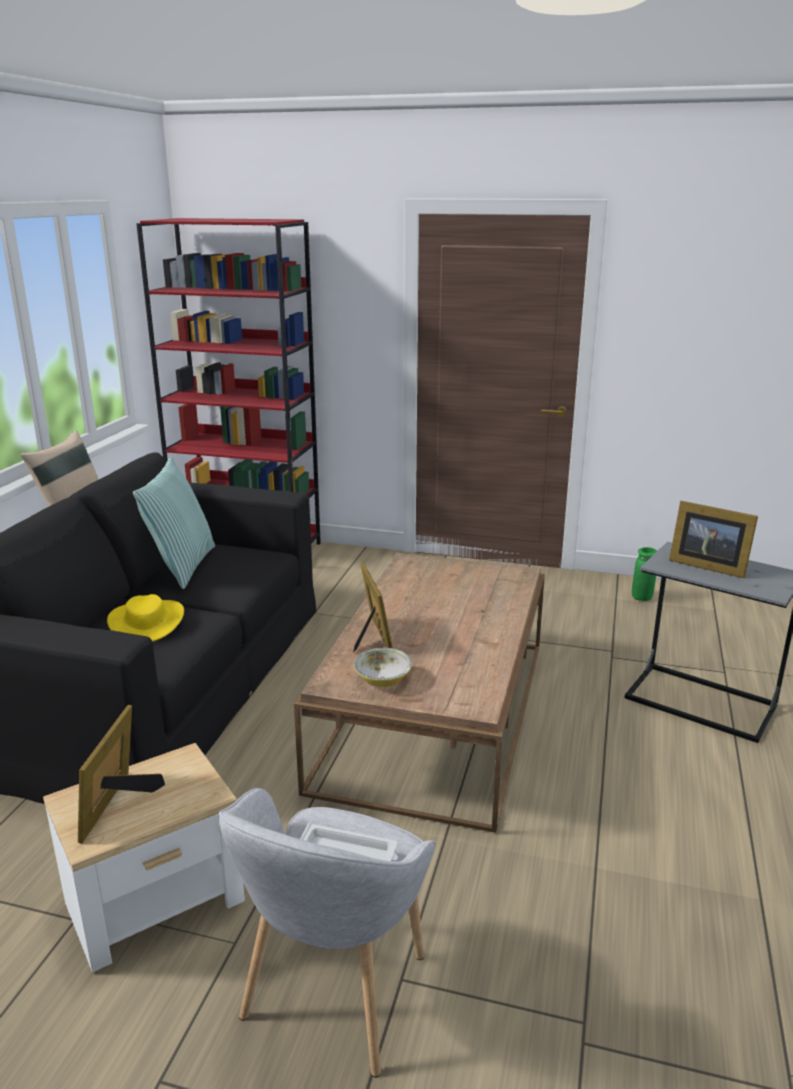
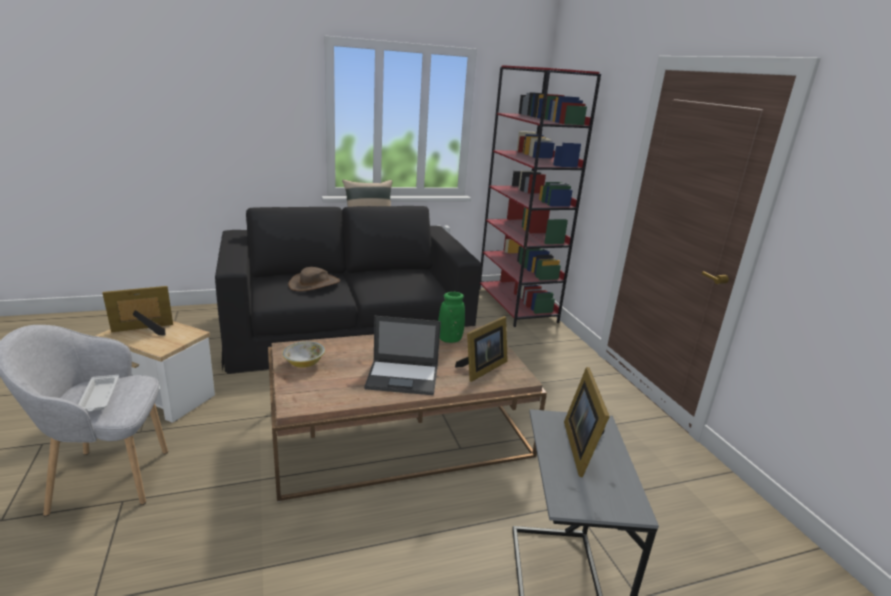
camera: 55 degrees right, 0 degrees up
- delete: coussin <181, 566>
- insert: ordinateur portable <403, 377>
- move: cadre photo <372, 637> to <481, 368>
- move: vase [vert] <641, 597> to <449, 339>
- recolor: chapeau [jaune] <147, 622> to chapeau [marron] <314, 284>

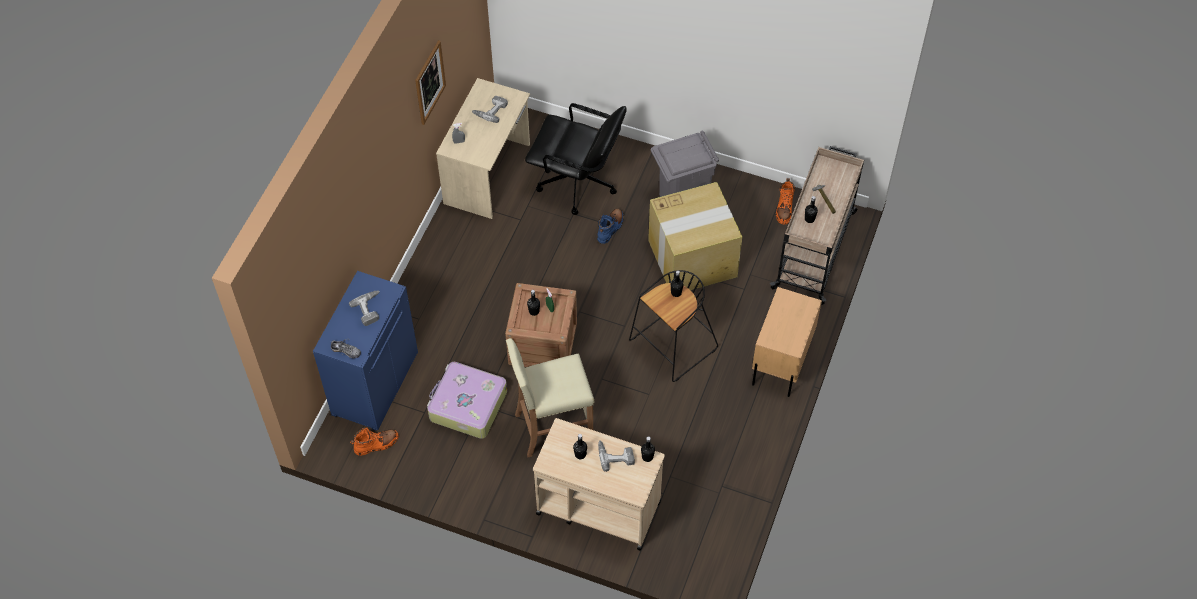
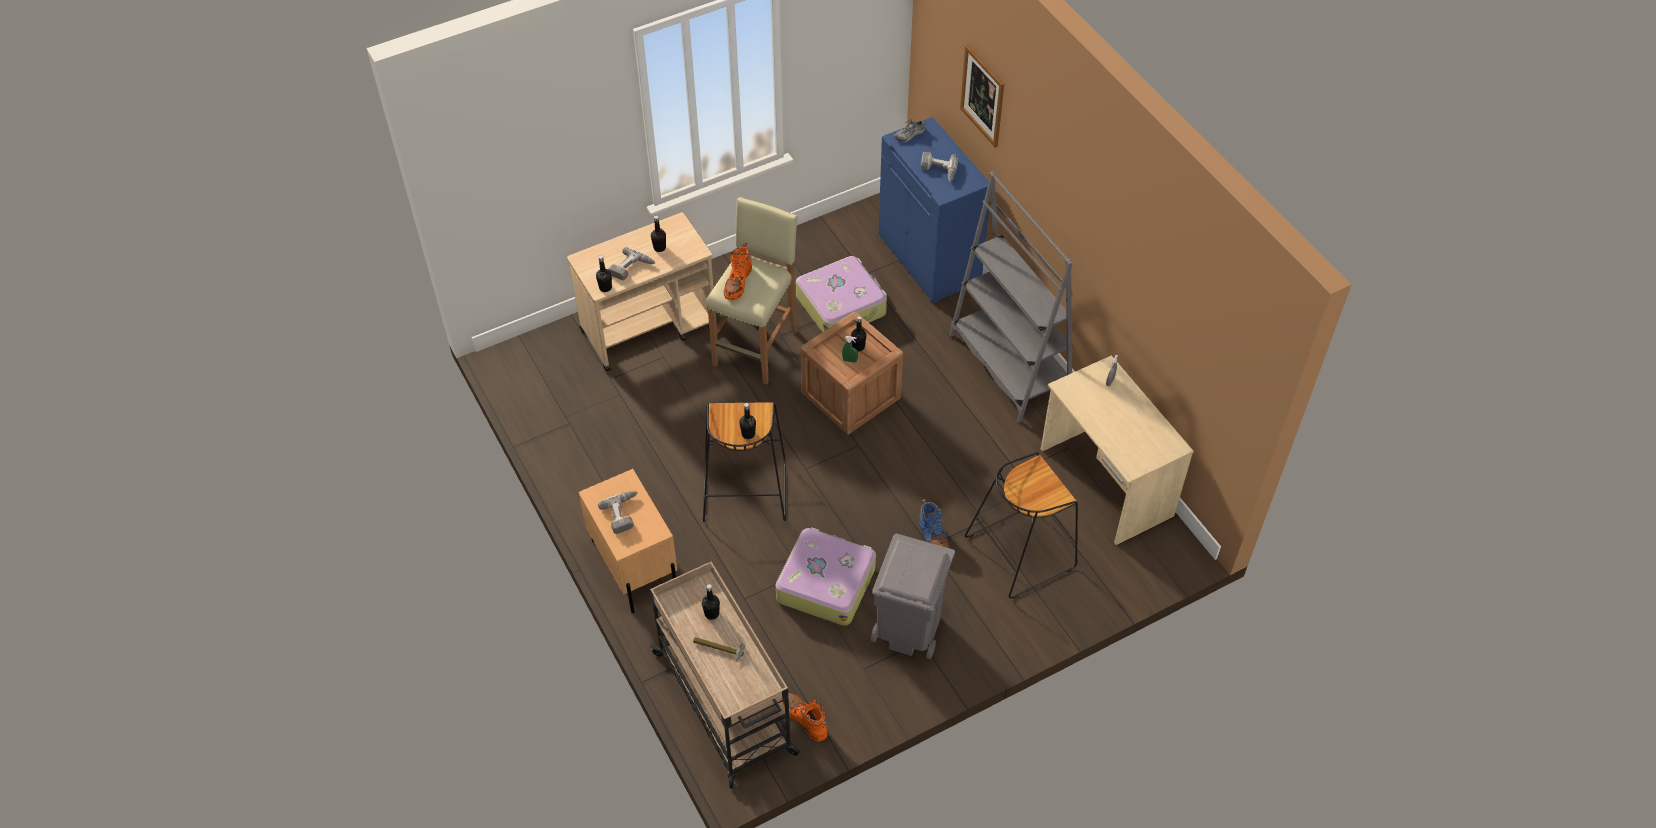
camera: 130 degrees right, 5 degrees down
- insert: bibliothèque [gris] <1009, 365>
- move: botte [orange] <376, 444> to <738, 283>
- move: tableau <429, 82> to <982, 96>
- move: perceuse <490, 110> to <624, 513>
- replace: chaise de bureau [noir] <577, 183> to tabouret [noir] <1021, 551>
- replace: carton <693, 258> to valise <825, 583>

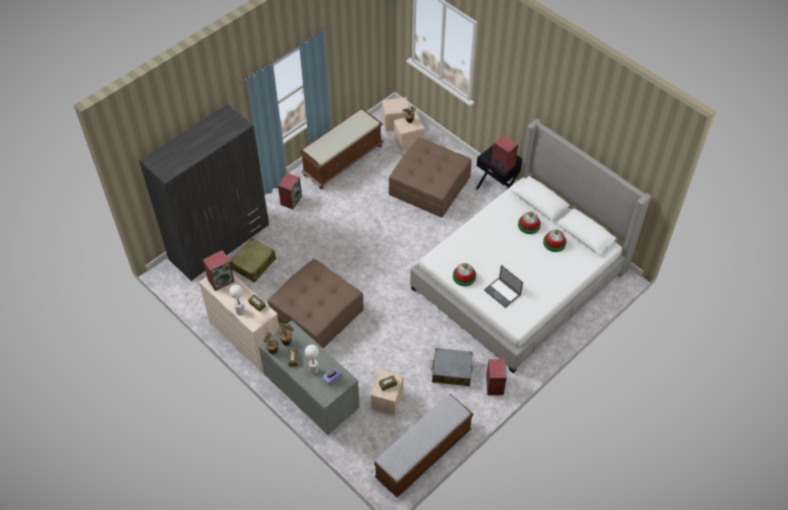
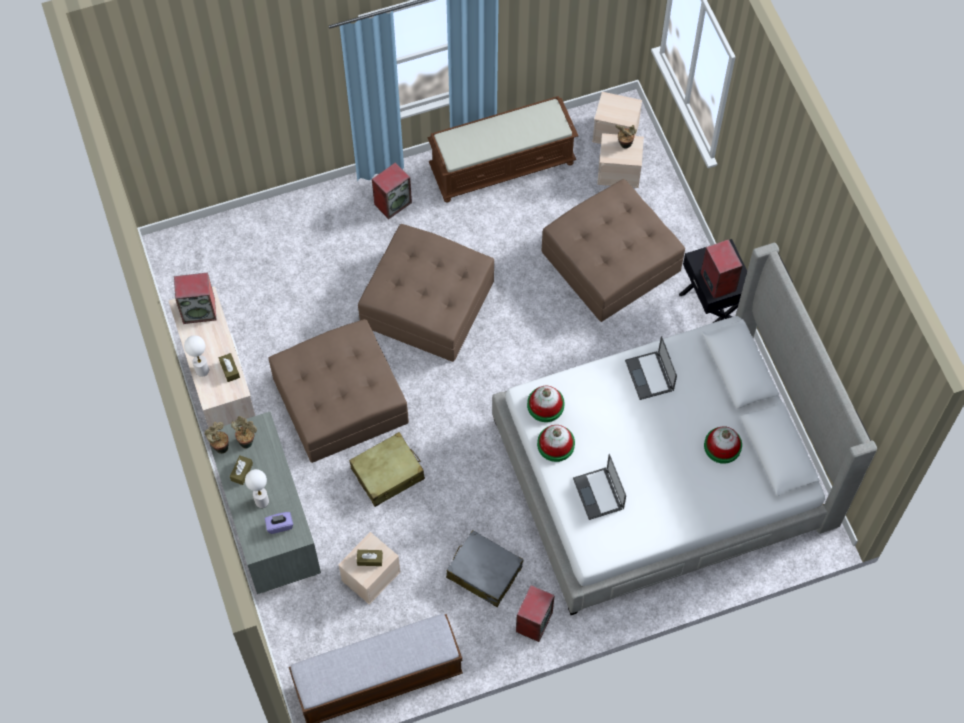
camera: 25 degrees right, 10 degrees up
- delete: armoire [gris] <220, 242>
- insert: pouf [marron] <427, 303>
- insert: ordinateur portable <650, 376>
- move: valise [beige] <254, 264> to <388, 474>
- move: chapeau <529, 225> to <545, 405>

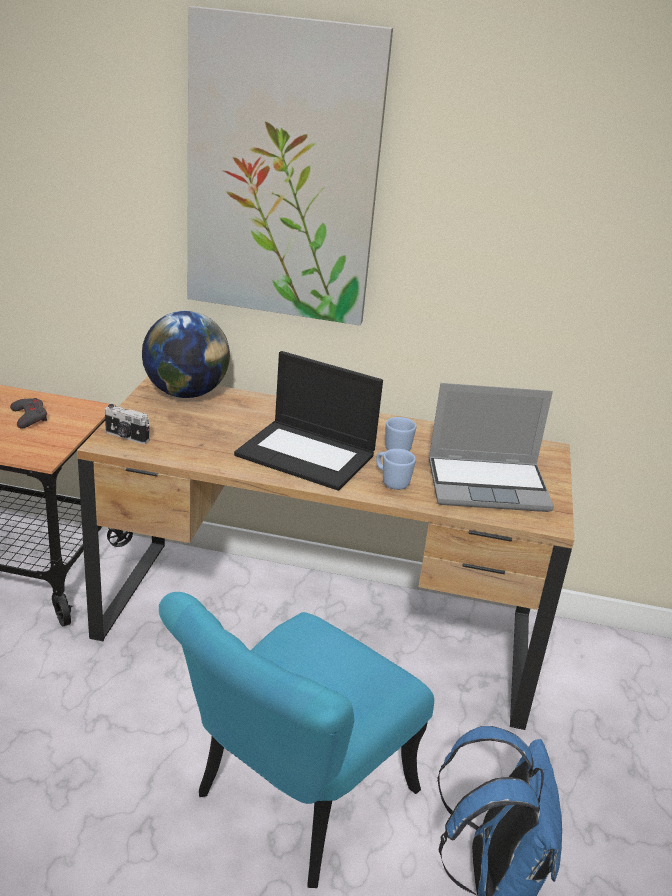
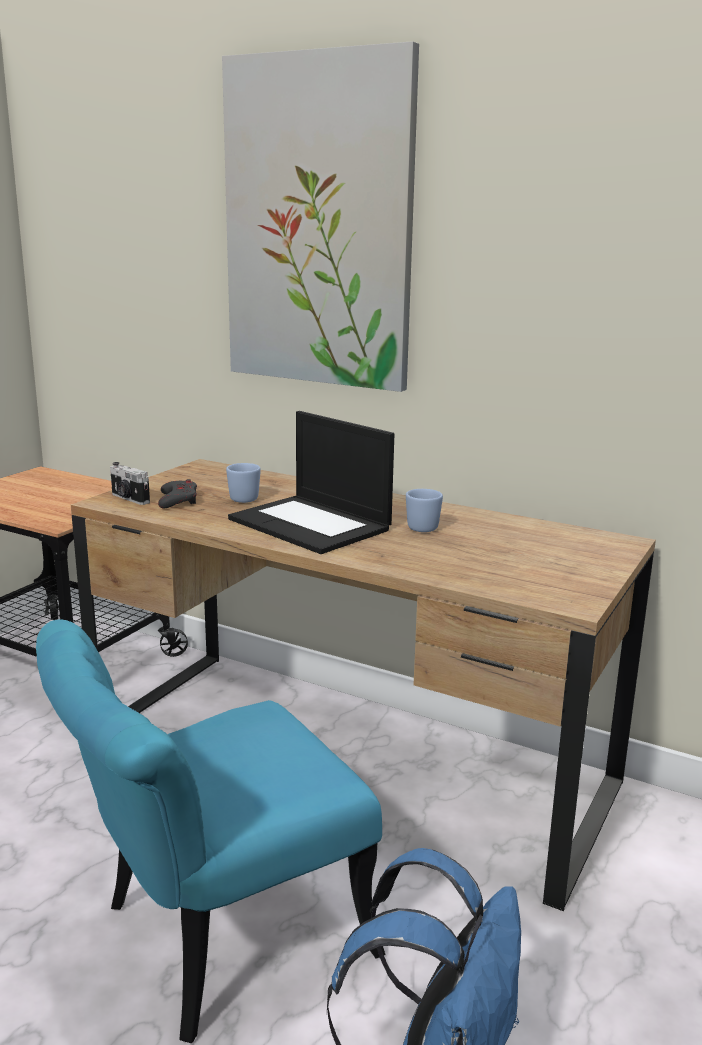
camera: 20 degrees right, 10 degrees down
- delete: globe <185, 393>
- delete: ordinateur portable <489, 485>
- move: manette [gris] <29, 417> to <178, 500>
- move: mug [bleu] <391, 482> to <242, 498>

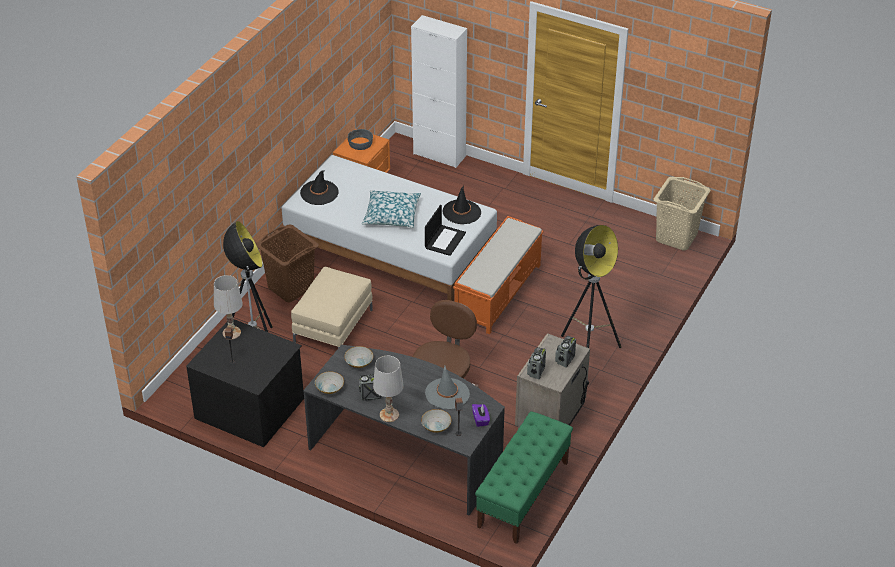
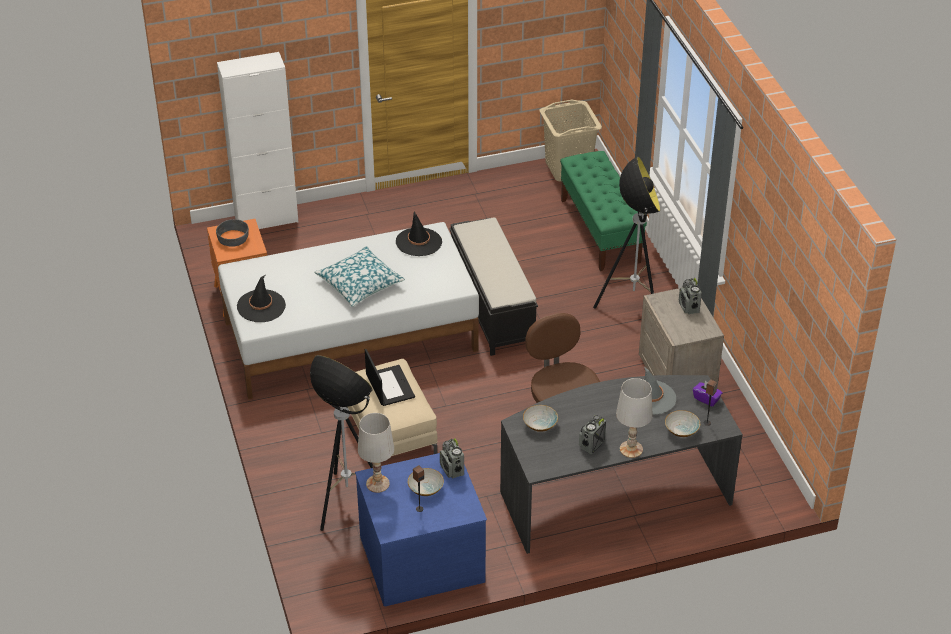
camera: 45 degrees left, 0 degrees up
- delete: panier à linge [marron] <291, 287>
- move: bol <329, 388> to <425, 489>
- move: ordinateur portable <445, 240> to <389, 385>
- move: banc [vert] <523, 494> to <600, 231>
- move: radio <535, 372> to <452, 470>
- recolor: commode [noir] <250, 407> to commode [bleu] <421, 557>
- recolor: banc [orange] <498, 292> to banc [noir] <491, 306>

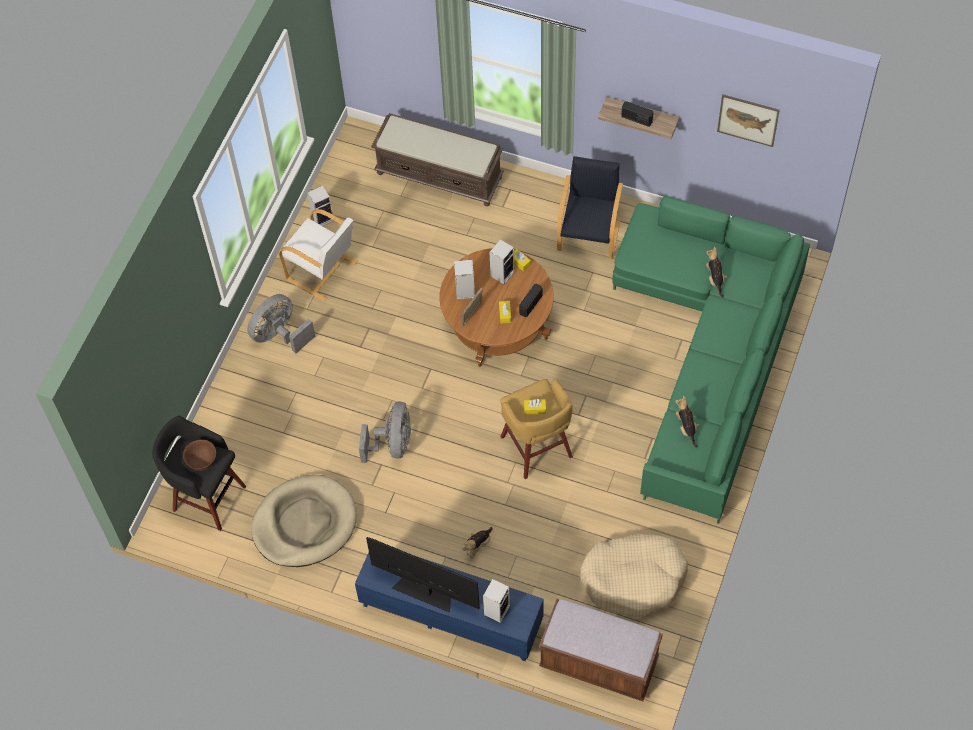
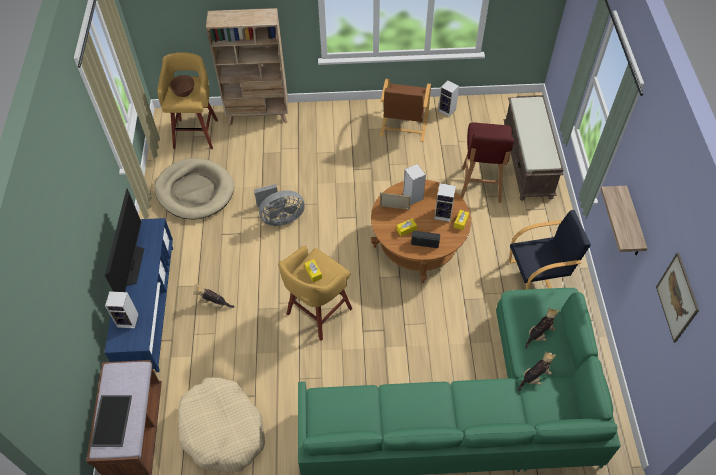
camera: 65 degrees right, 5 degrees down
- delete: ventilateur [gris] <280, 335>
- delete: radio <636, 119>
- insert: plateau <111, 420>
- insert: bibliothèque [beige] <258, 115>
- insert: tabouret [rouge] <480, 186>
- move: peluche <686, 427> to <539, 334>
- recolor: tabouret [noir] <207, 497> to tabouret [jaune] <196, 132>
- recolor: fauteuil [blanc] <322, 271> to fauteuil [marron] <403, 126>

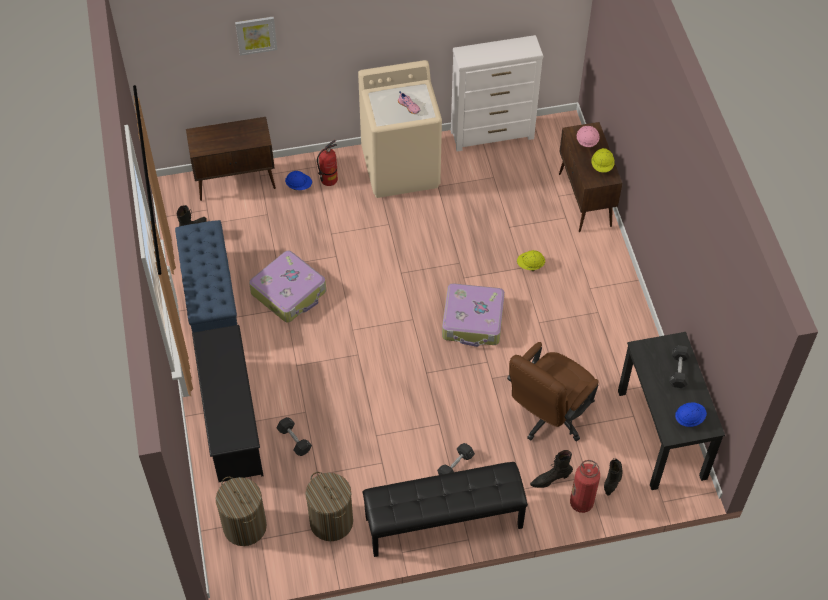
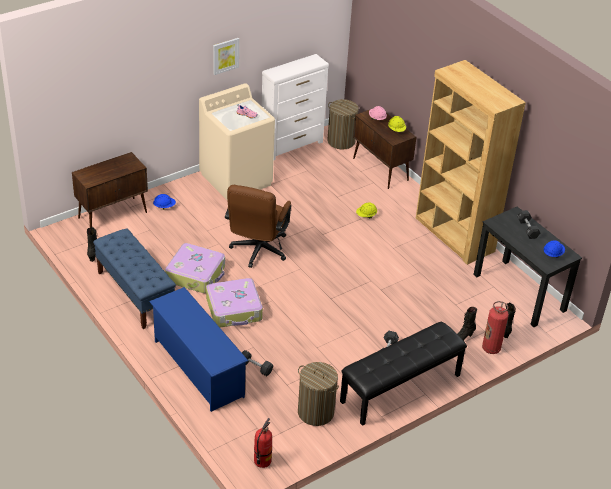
camera: 25 degrees left, 15 degrees down
- insert: bibliothèque [marron] <454, 235>
- move: panier à linge <244, 526> to <341, 141>
- move: tableau <256, 35> to <225, 55>
- move: extincteur <329, 179> to <262, 461>
- move: valise <473, 321> to <234, 309>
- move: chaise de bureau [marron] <548, 417> to <257, 252>
- recolor: étagère à chaussures [noir] <231, 421> to étagère à chaussures [bleu] <198, 368>

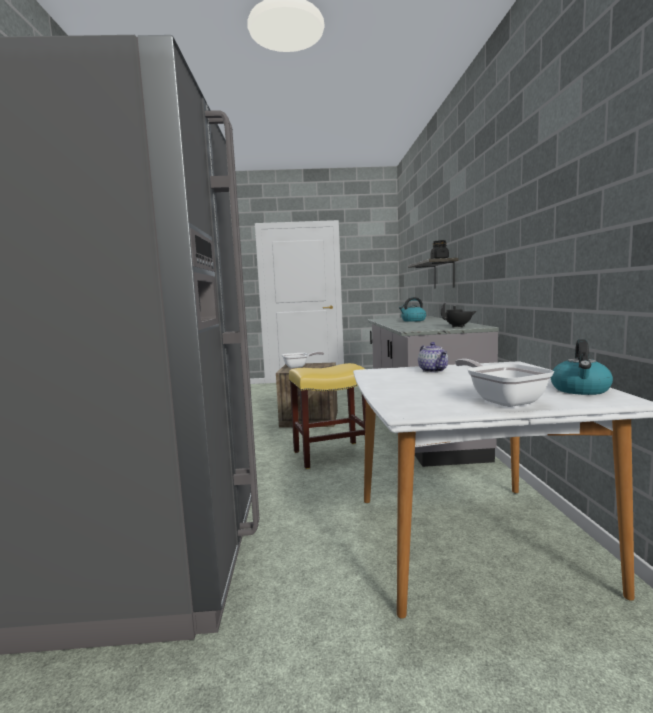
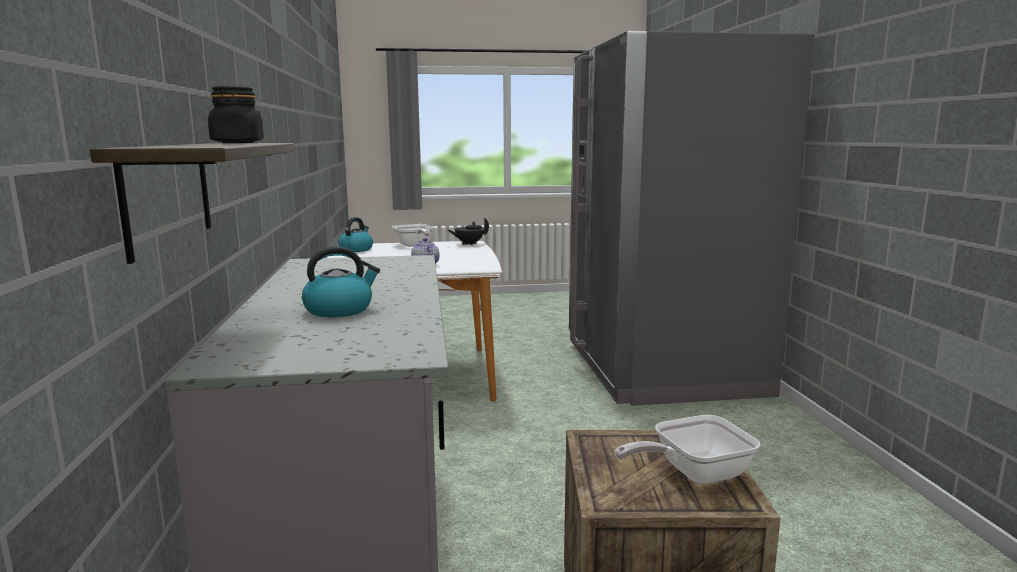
camera: 175 degrees right, 5 degrees up
- delete: tabouret [jaune] <332, 454>
- move: théière [noir] <458, 326> to <469, 244>

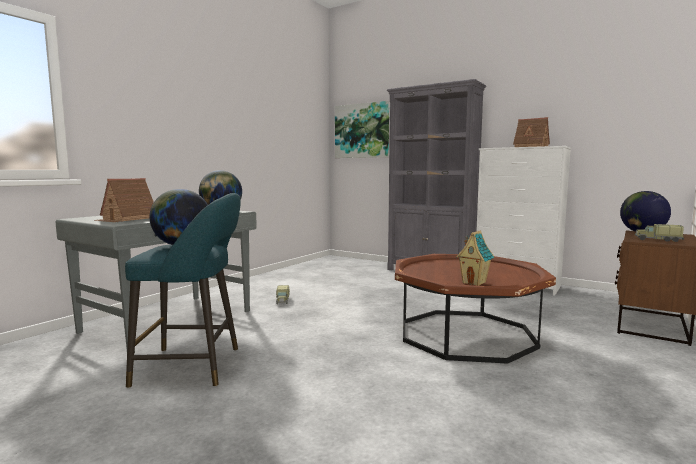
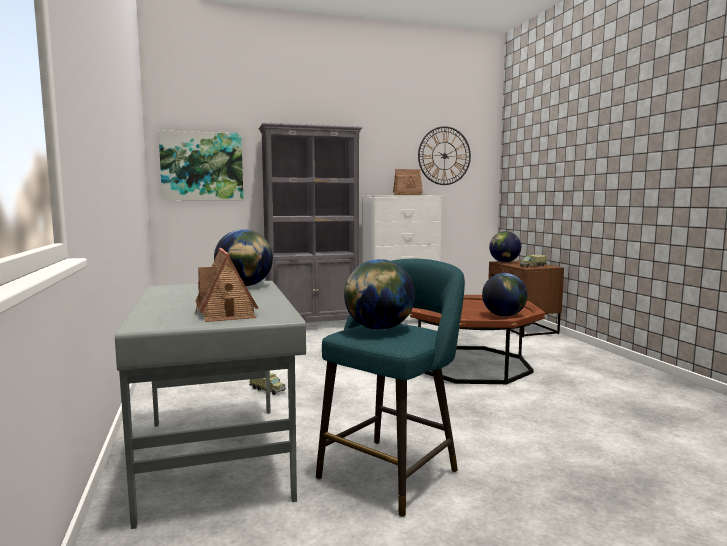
camera: 50 degrees left, 0 degrees up
- insert: horloge murale <444, 156>
- replace: maison miniature <474, 282> to globe <503, 316>

